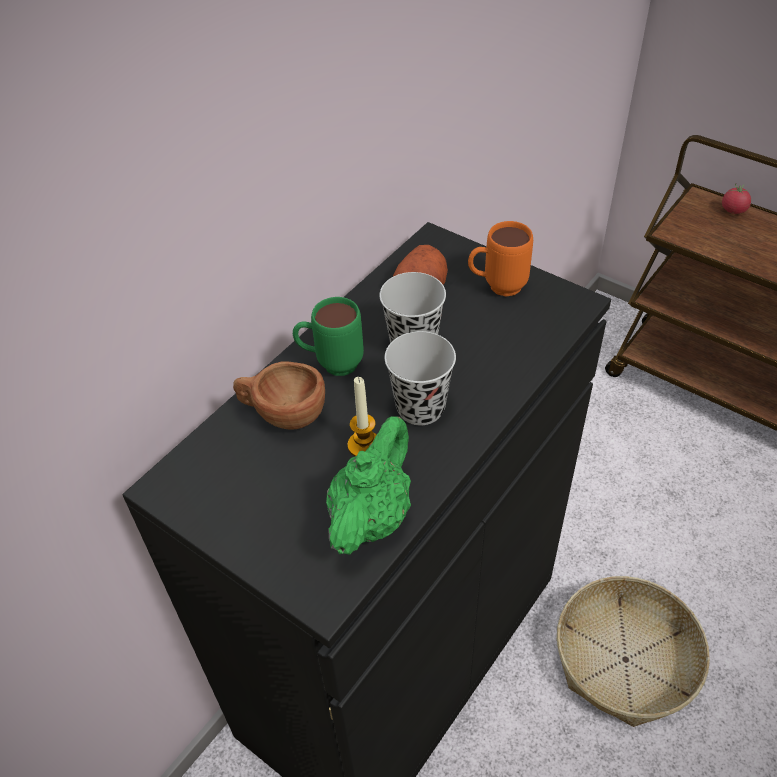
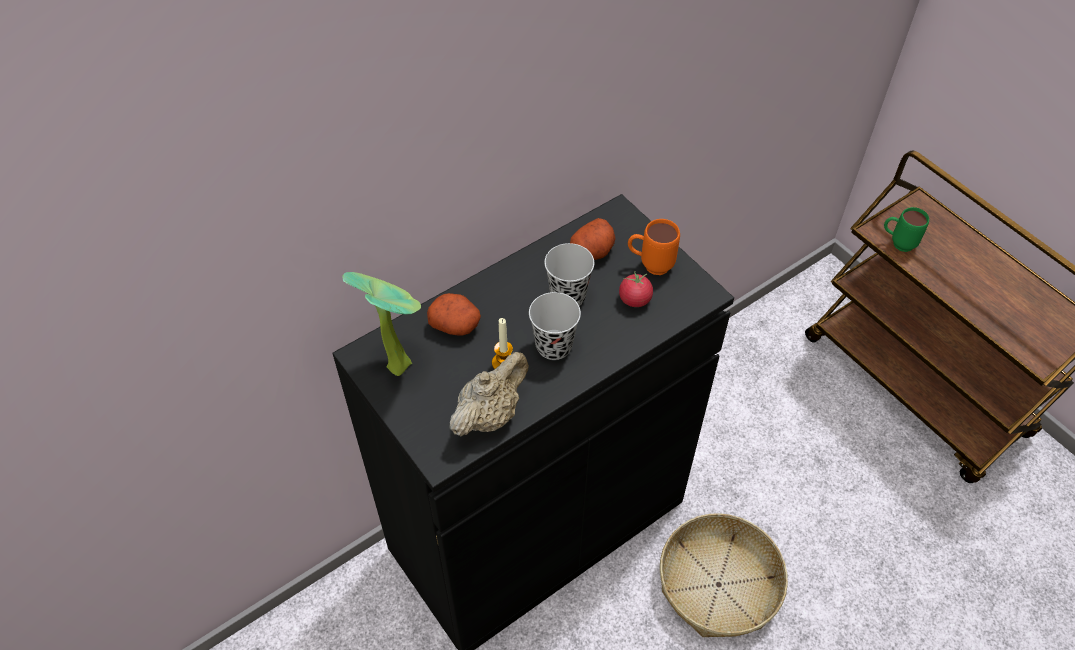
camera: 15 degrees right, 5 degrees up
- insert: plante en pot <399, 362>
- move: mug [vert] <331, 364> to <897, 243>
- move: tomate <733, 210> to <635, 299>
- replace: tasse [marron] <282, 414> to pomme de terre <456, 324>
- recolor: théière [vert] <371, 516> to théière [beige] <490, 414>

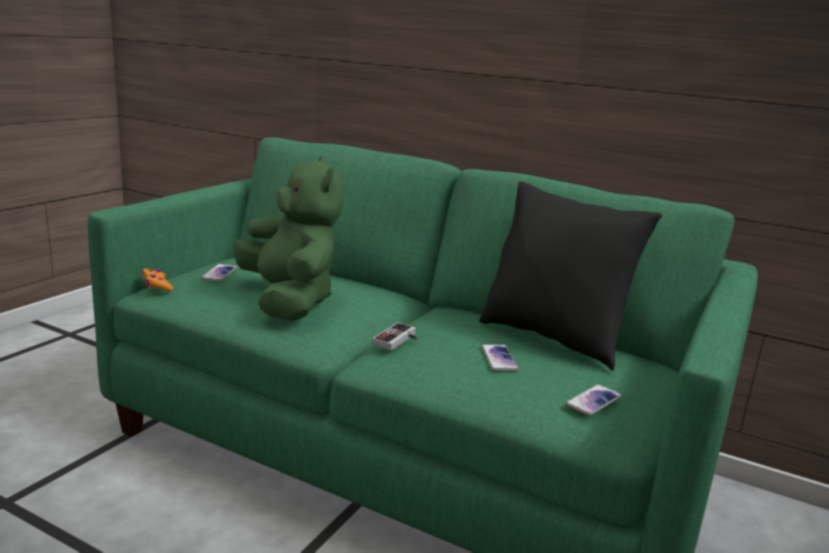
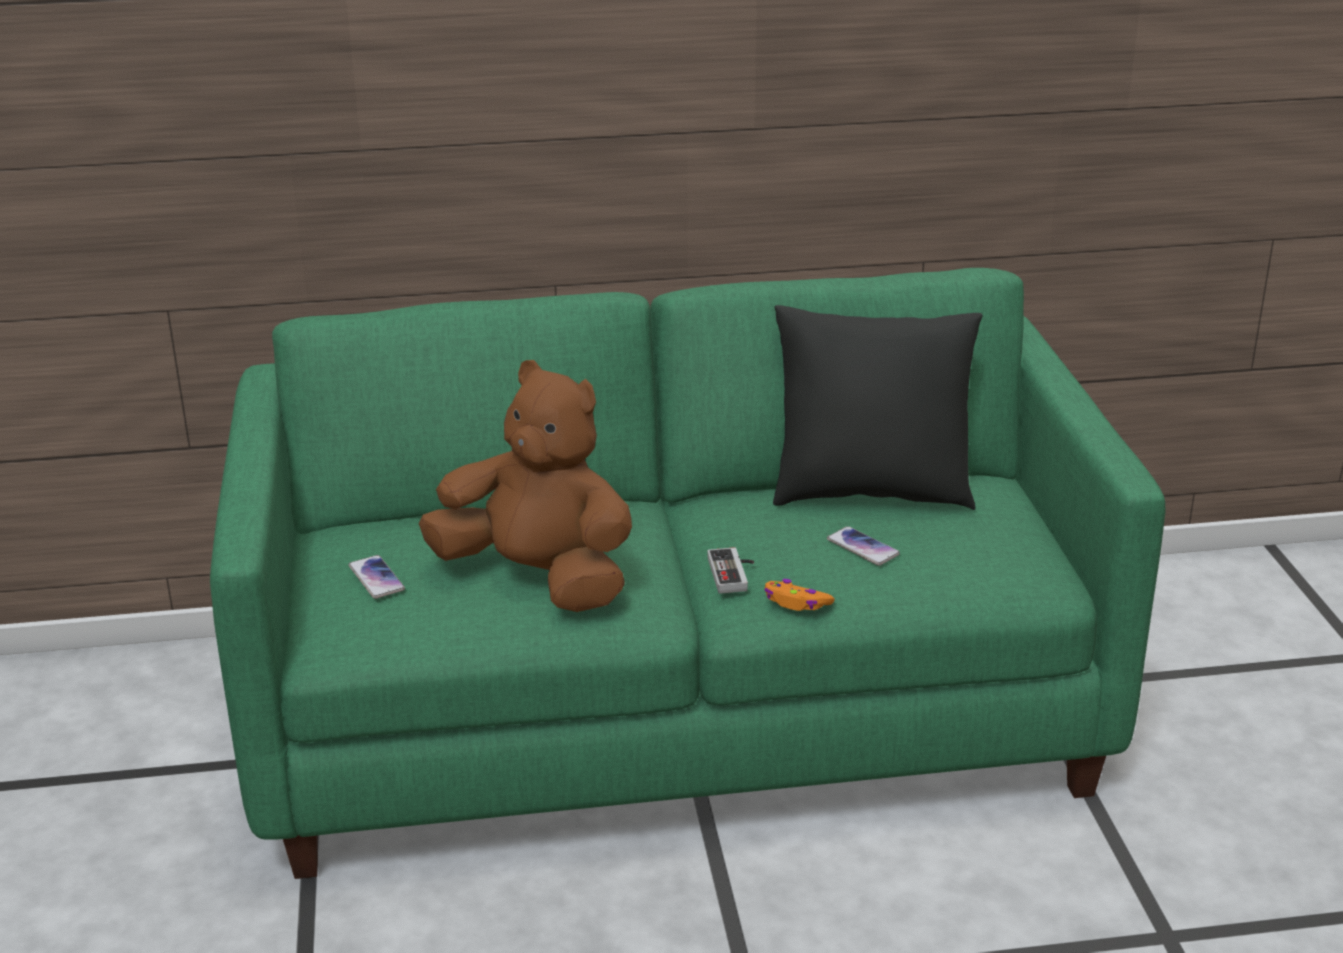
camera: 35 degrees left, 10 degrees up
- delete: téléphone <593, 401>
- move: manette [orange] <157, 285> to <796, 603>
- recolor: peluche [vert] <289, 301> to peluche [marron] <539, 579>

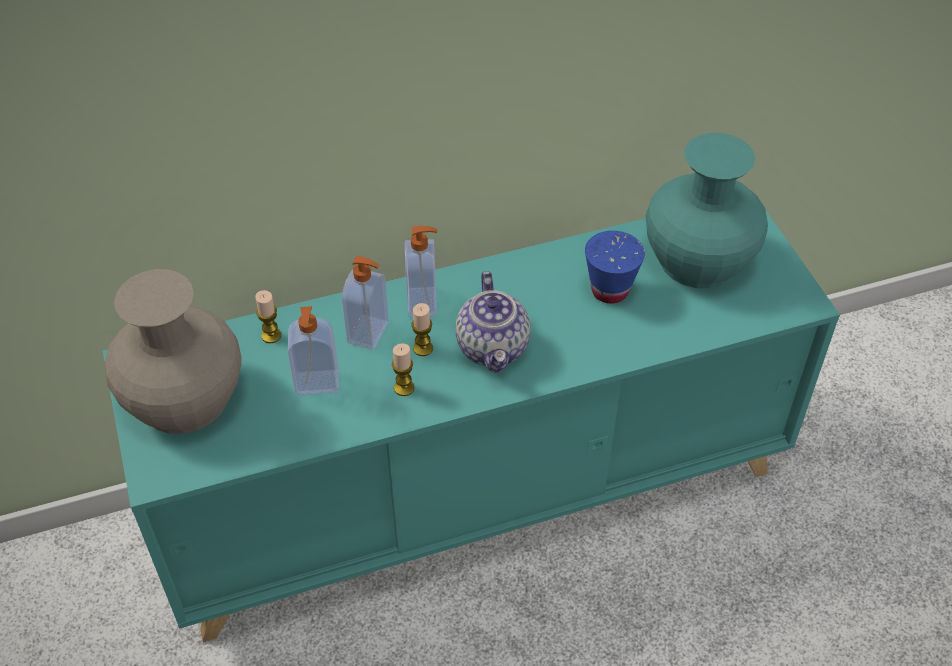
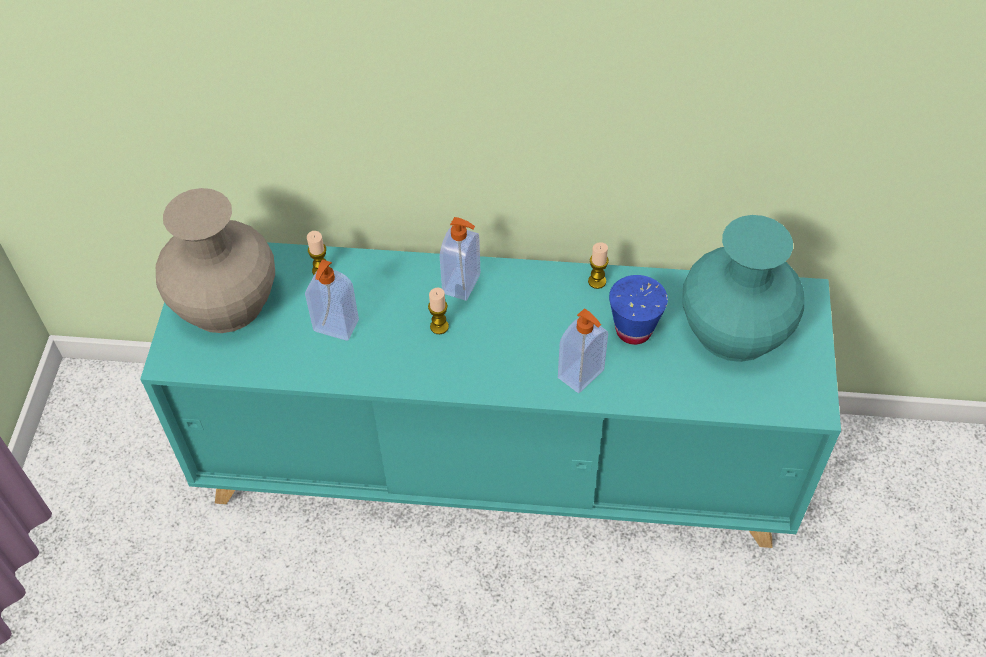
camera: 25 degrees right, 5 degrees up
- delete: théière <494, 348>
- move: distributeur de savon <369, 333> to <582, 375>
- move: bougie <404, 388> to <597, 281>

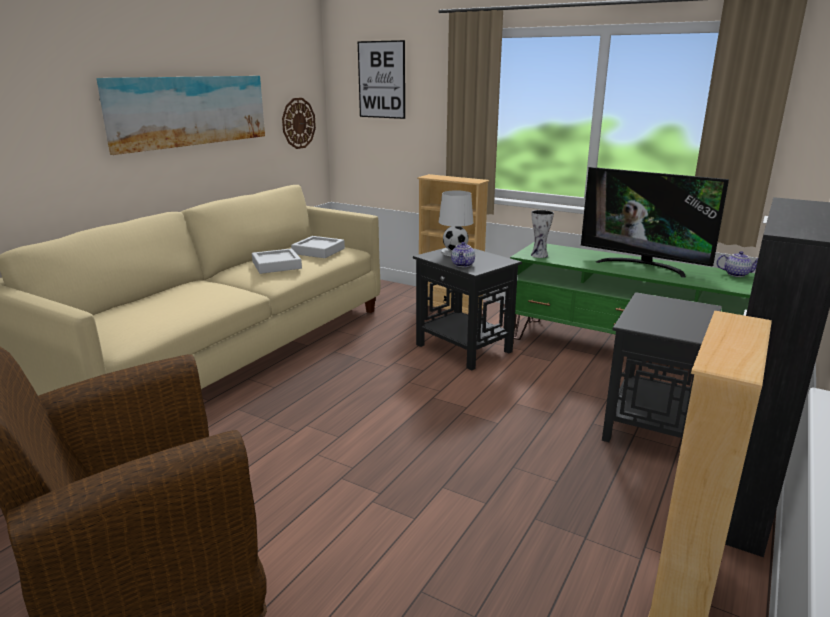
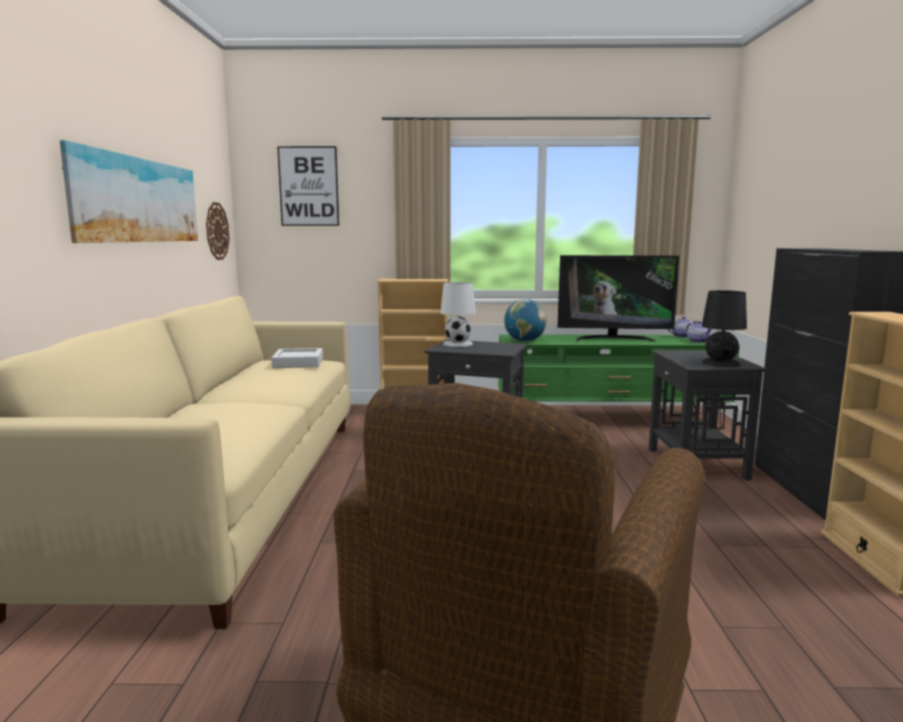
camera: 30 degrees left, 10 degrees down
- delete: plateau [gris] <276, 265>
- insert: lampe de table [noir] <720, 363>
- move: théière <463, 265> to <698, 341>
- replace: vase <540, 255> to globe <525, 341>

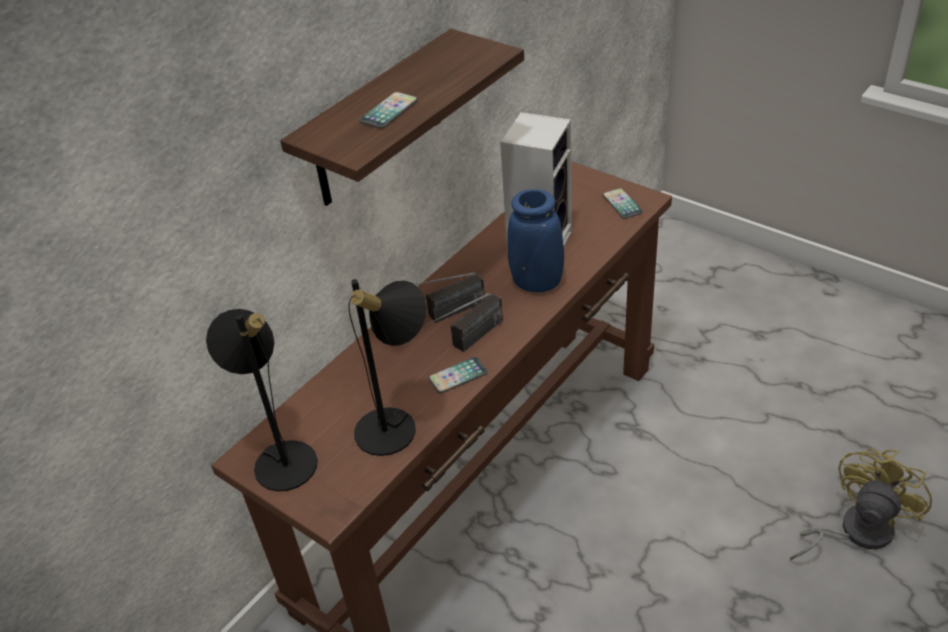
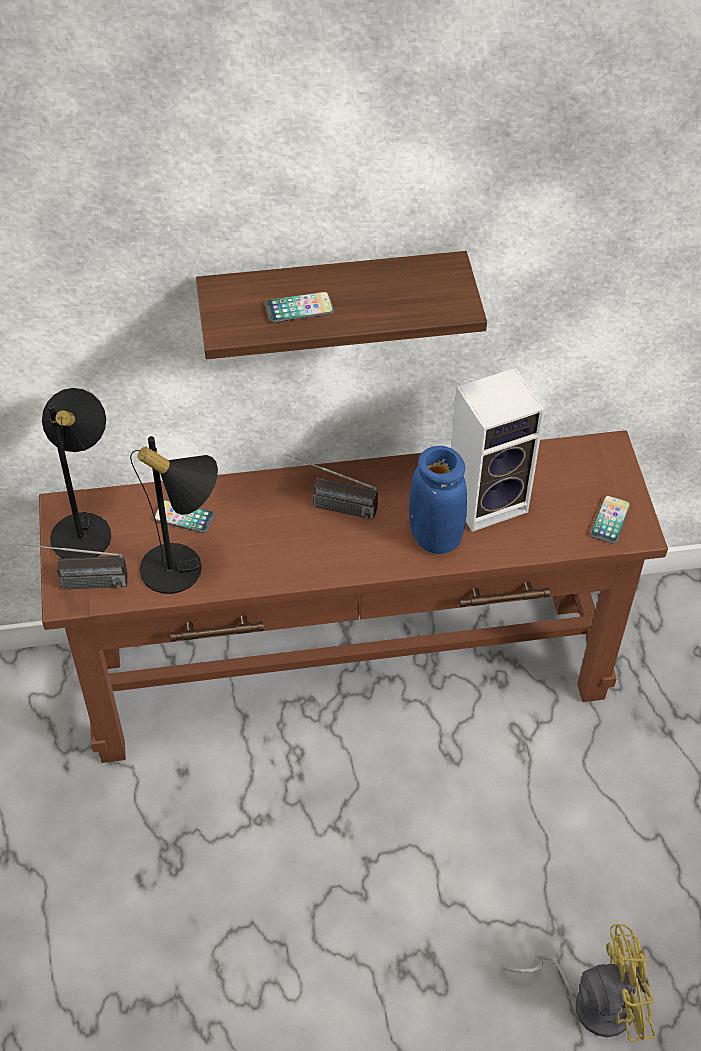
camera: 40 degrees right, 10 degrees up
- move: radio <468, 342> to <76, 584>
- move: téléphone <458, 376> to <184, 517>

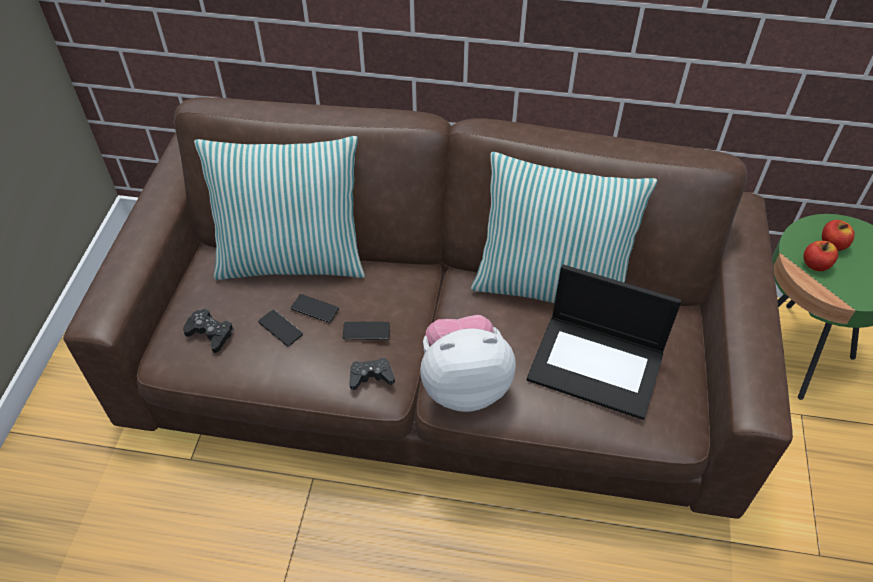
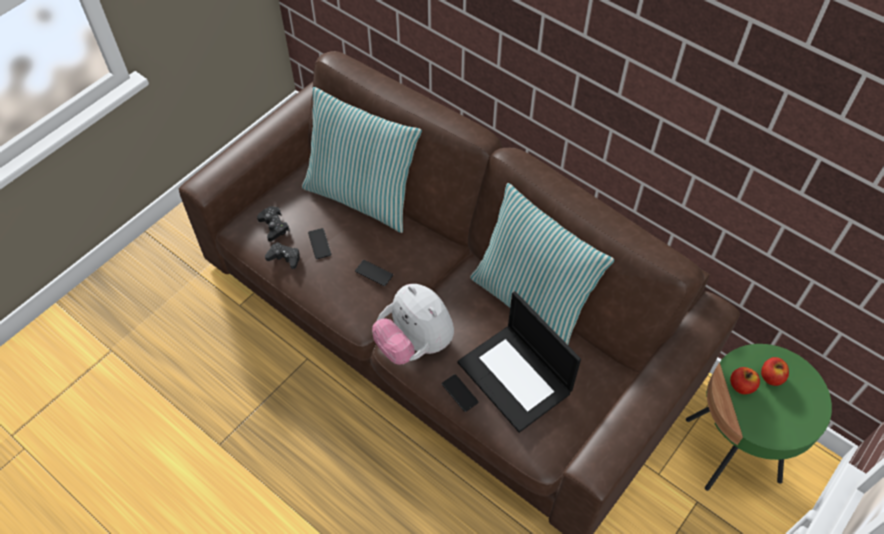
camera: 30 degrees right, 5 degrees up
- move: téléphone <315, 309> to <459, 393>
- move: manette [noir] <371, 377> to <284, 258>
- rotate: peluche <464, 384> = <414, 343> 150 degrees counterclockwise

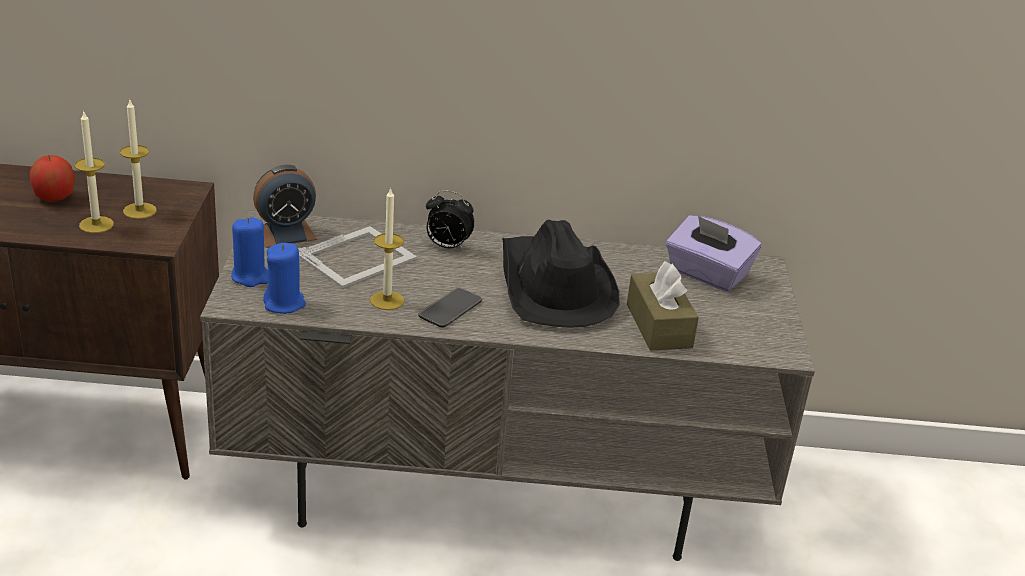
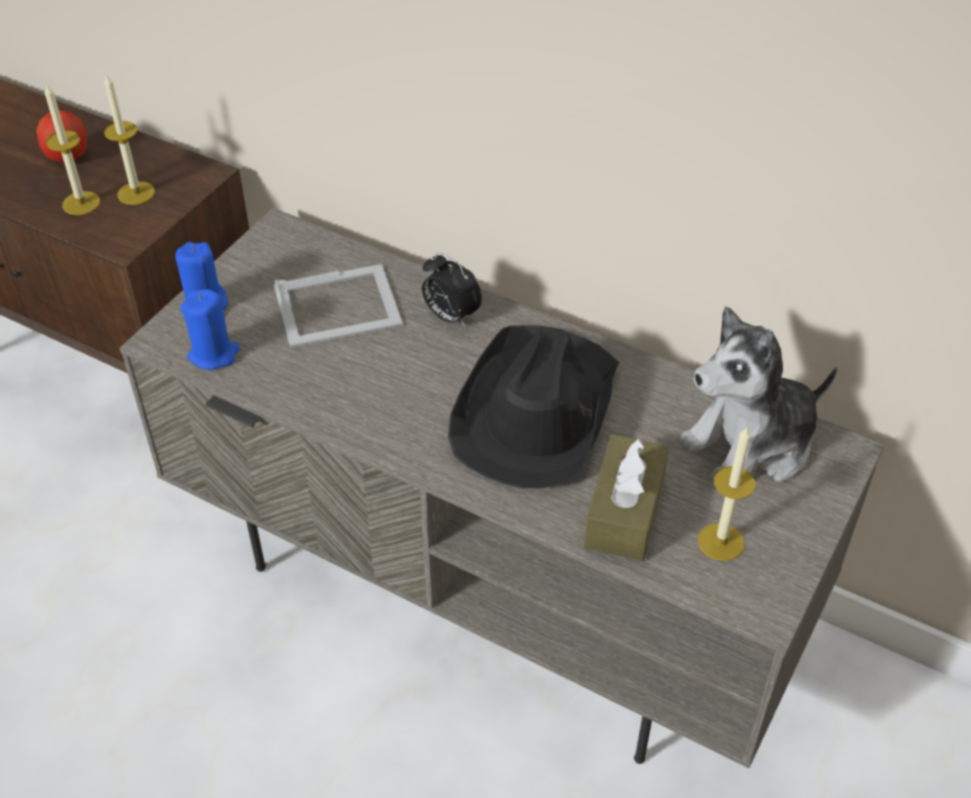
camera: 30 degrees right, 15 degrees up
- delete: réveil <285, 233>
- delete: téléphone <450, 309>
- move: bougie <387, 300> to <721, 542>
- replace: boîte à mouchoirs [violet] <707, 274> to peluche <751, 445>

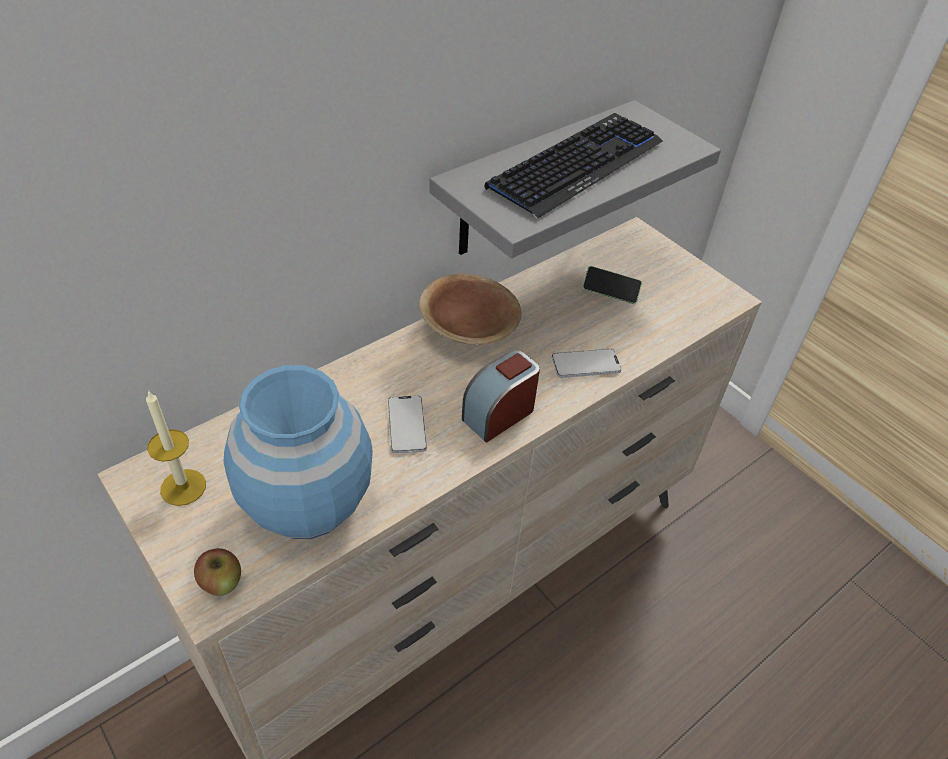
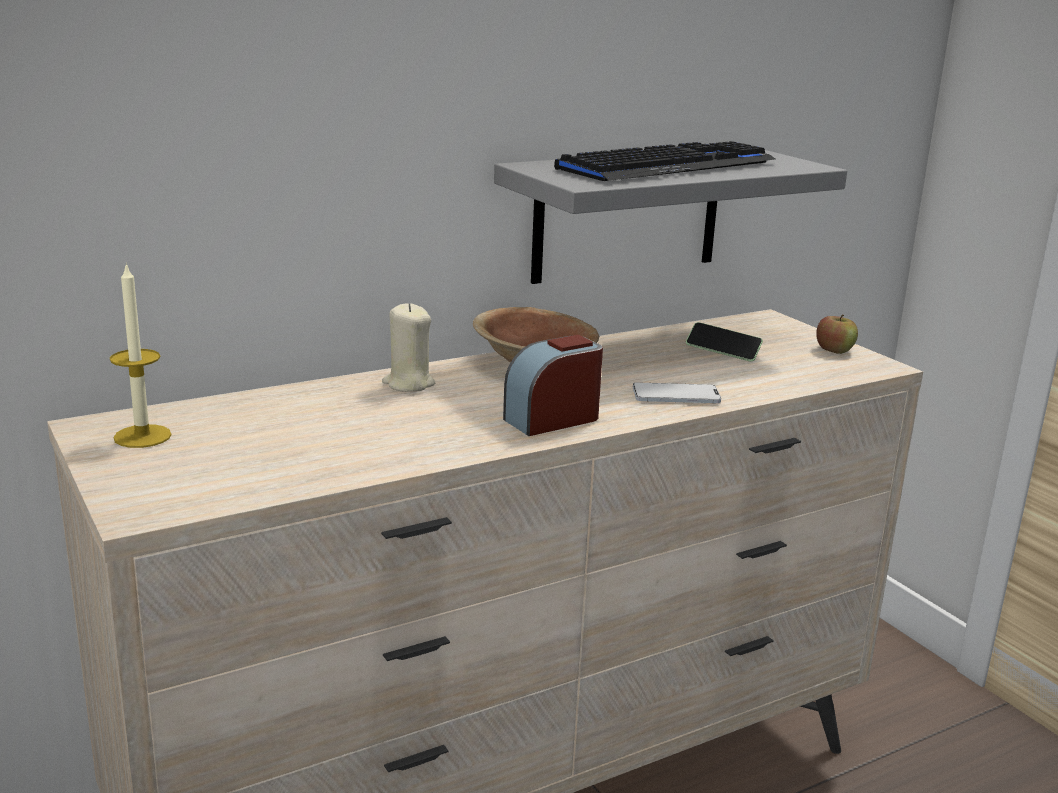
camera: 10 degrees right, 25 degrees down
- delete: vase [bleu] <307, 503>
- delete: téléphone <407, 425>
- insert: bougie [beige] <408, 384>
- move: pomme <221, 582> to <834, 350>

